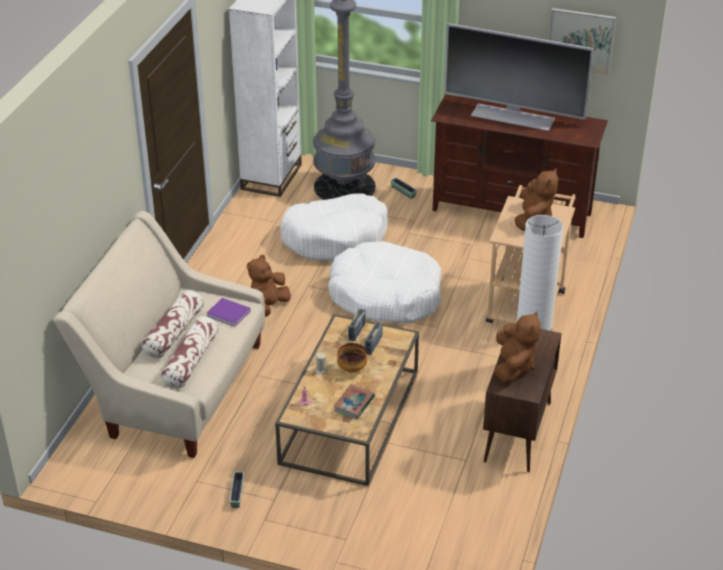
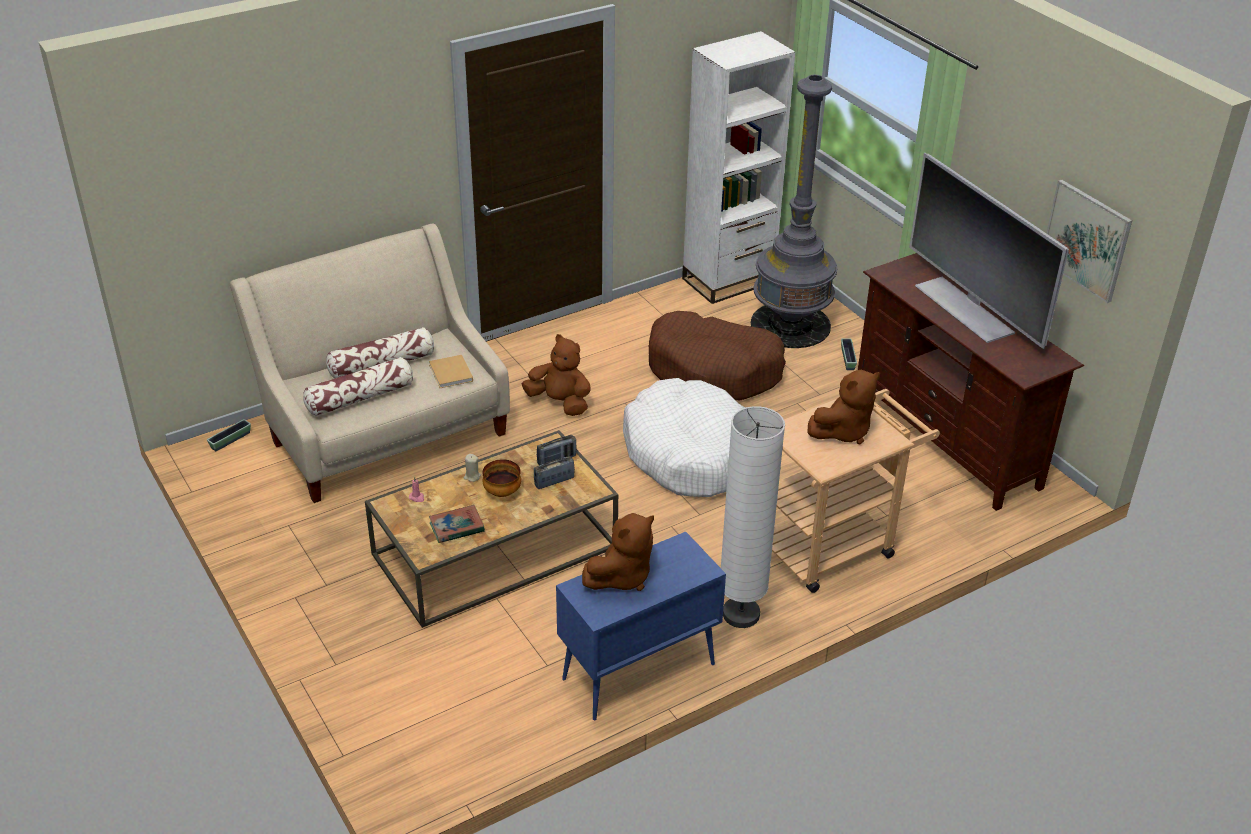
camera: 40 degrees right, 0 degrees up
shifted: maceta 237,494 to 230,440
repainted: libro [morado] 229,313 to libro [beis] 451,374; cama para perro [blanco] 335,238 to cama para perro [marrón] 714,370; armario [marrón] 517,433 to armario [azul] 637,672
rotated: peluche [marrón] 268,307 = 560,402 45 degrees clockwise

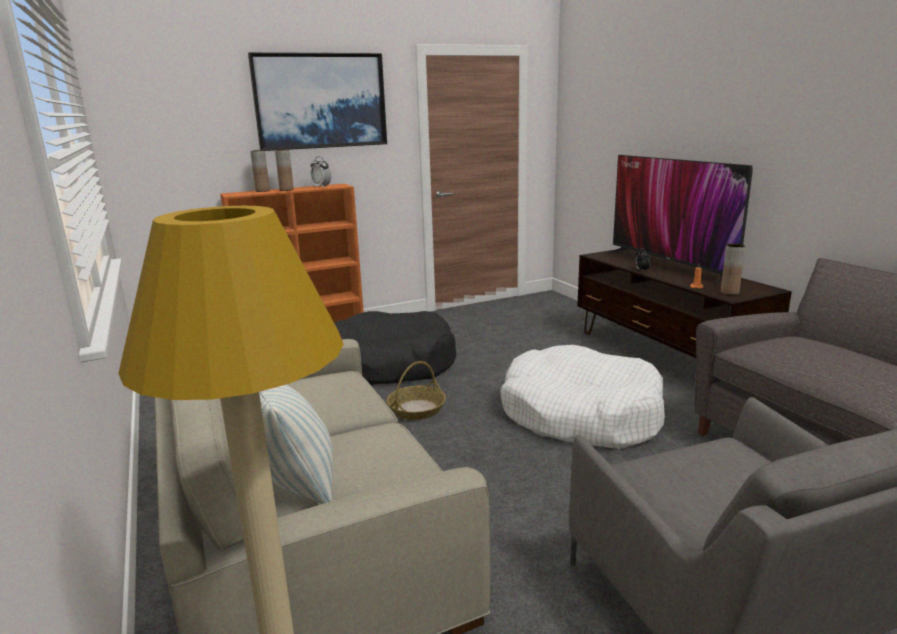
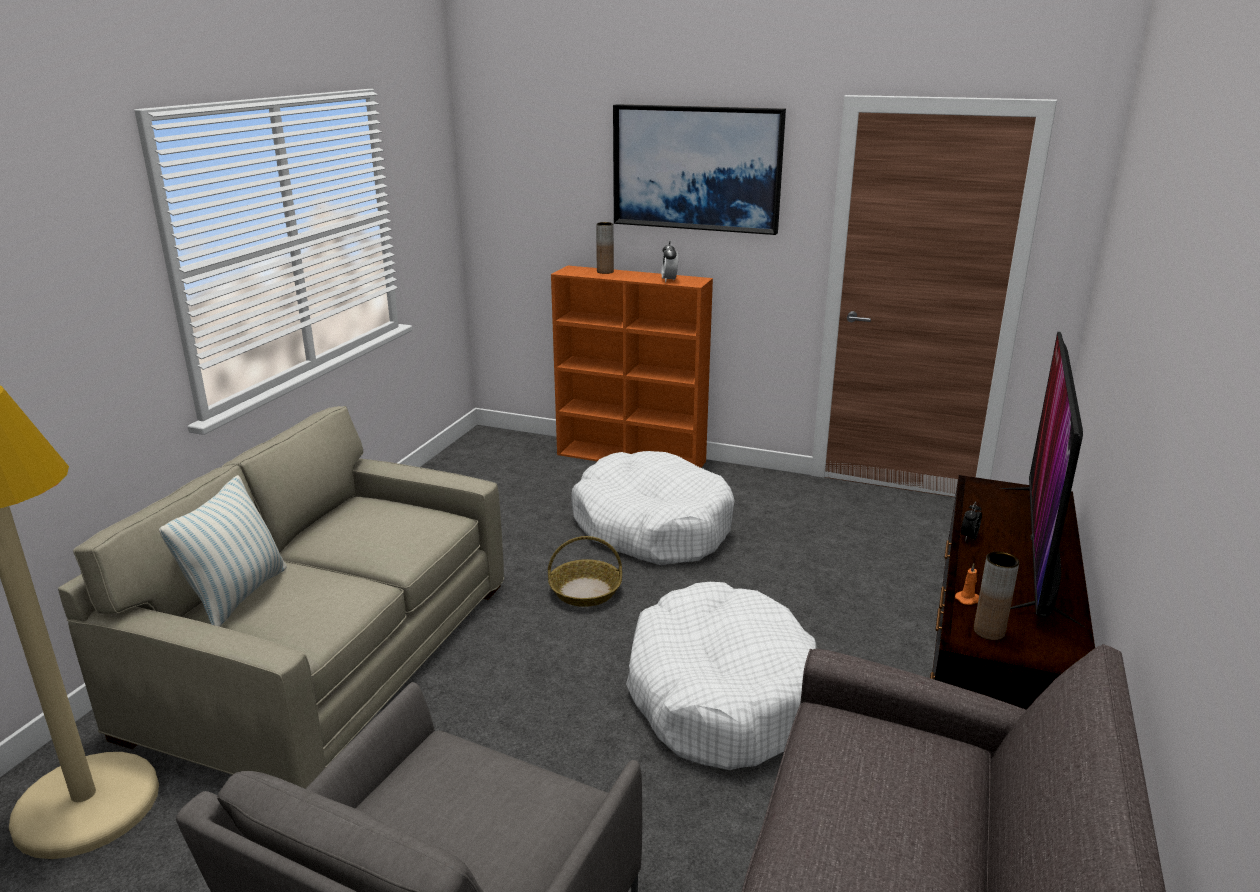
camera: 45 degrees right, 5 degrees up
gone: florero [marrón] 286,190
repainted: cama para perro [negro] 390,364 to cama para perro [blanco] 652,527

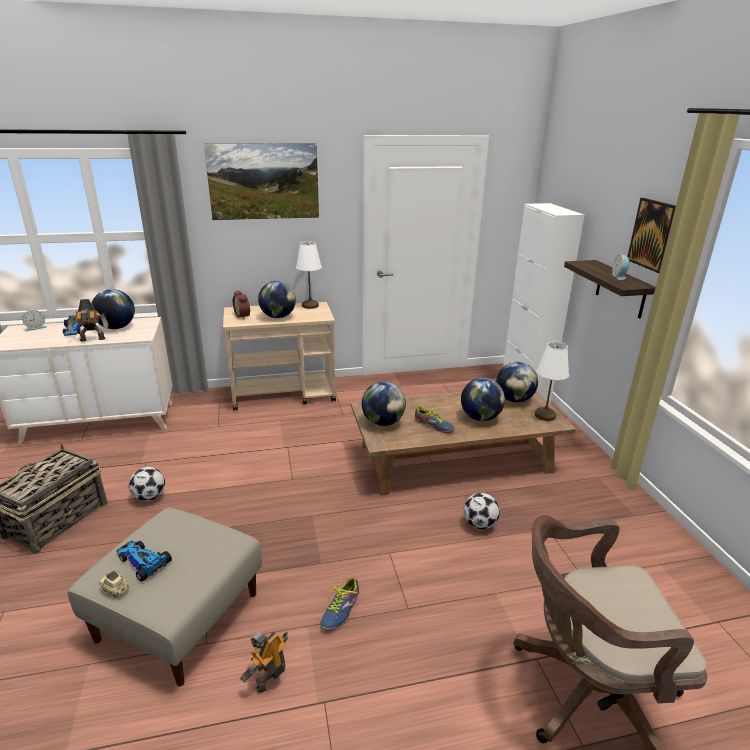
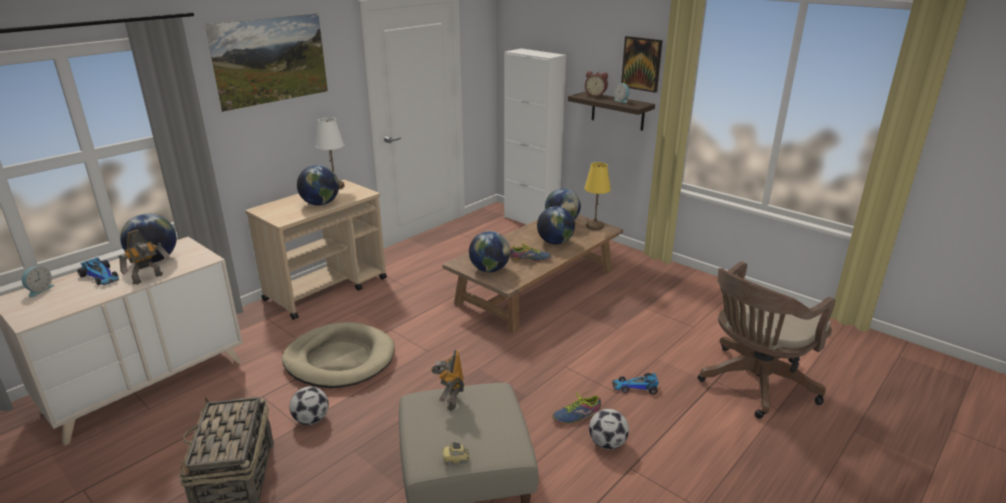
camera: 35 degrees left, 0 degrees up
new: cama para perro [beis] 340,359
shifted: coche de juguete 142,562 to 636,387; despertador 243,316 to 596,95; robot de juguete 269,677 to 450,400; balón de fútbol 479,524 to 607,443
repainted: lámpara de mesa [blanco] 544,415 to lámpara de mesa [amarillo] 594,226
rotated: zapato 341,610 = 577,415 75 degrees clockwise

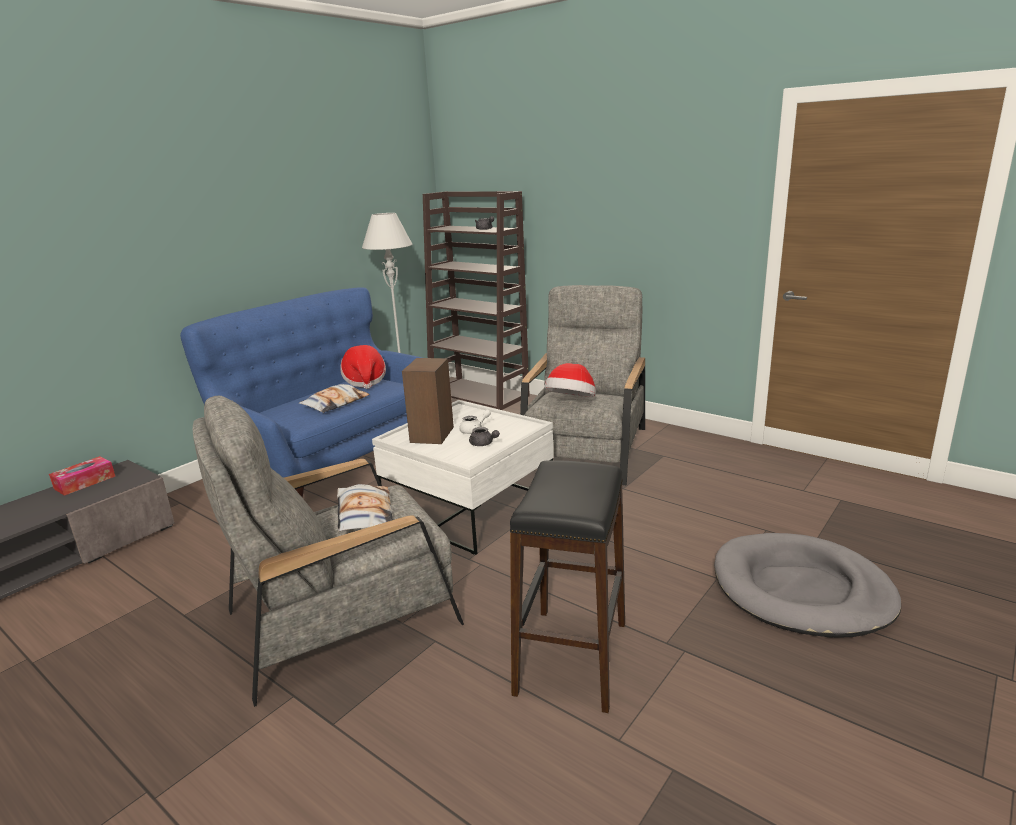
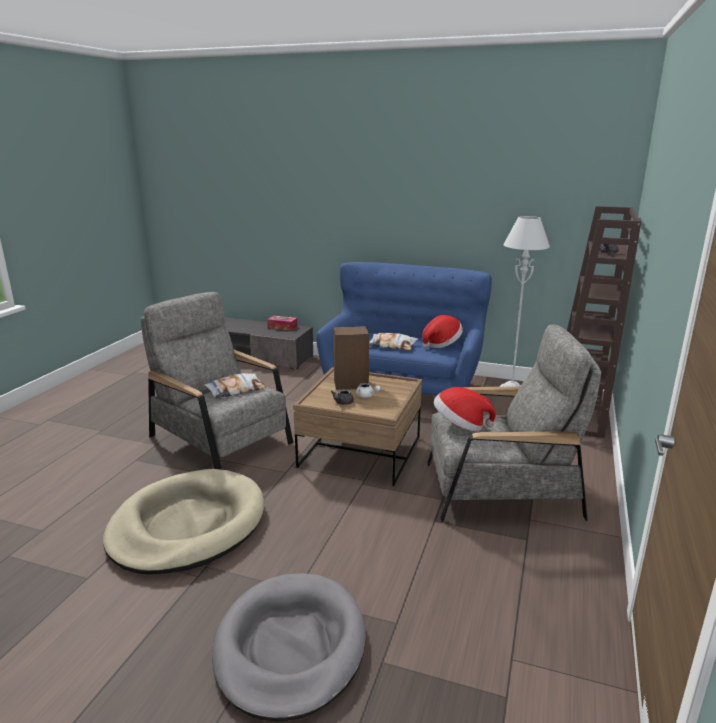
camera: 70 degrees right, 0 degrees up
swapped: taburete [negro] 572,658 to cama para perro [beis] 187,526
repainted: mesa de centro [blanco] 469,507 to mesa de centro [marrón] 360,452

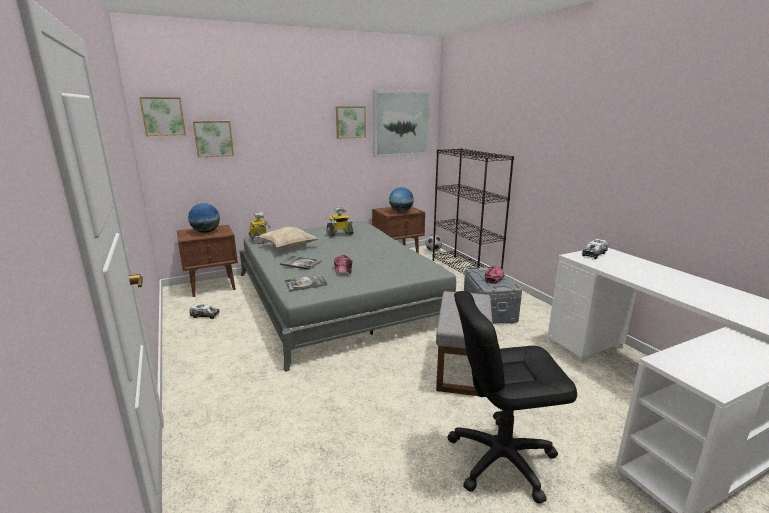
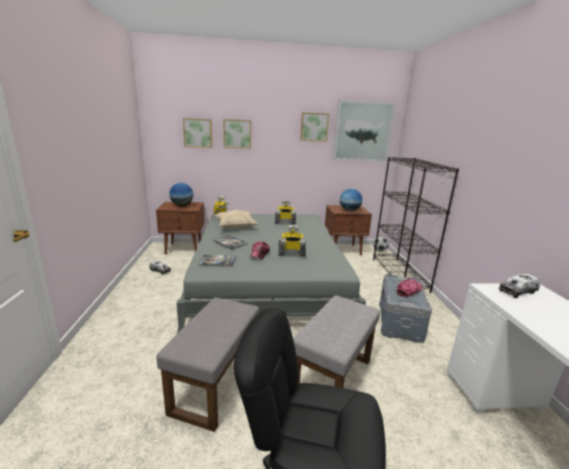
camera: 20 degrees right, 0 degrees up
new: puf [gris] 216,385; robot de juguete 291,253
shifted: cuadro 163,116 to 237,134

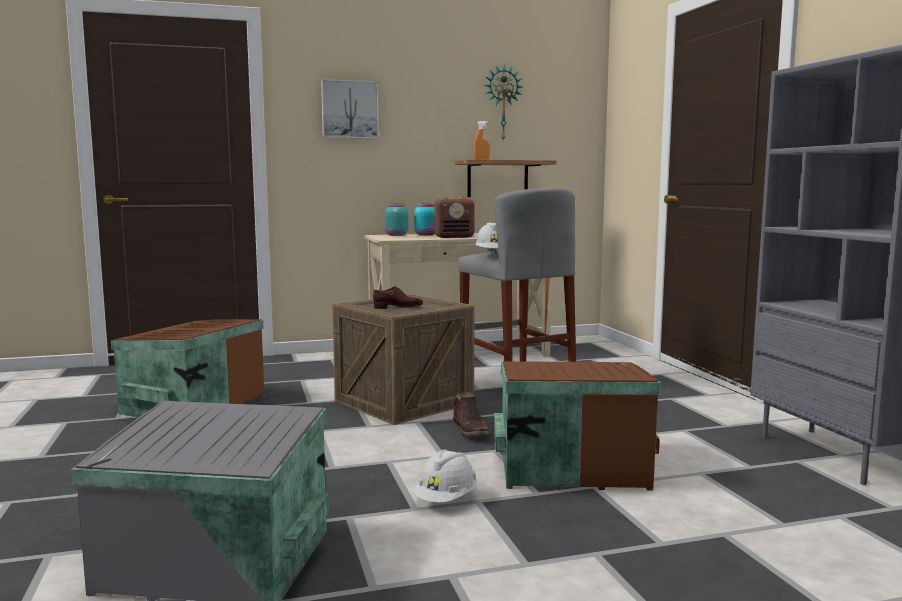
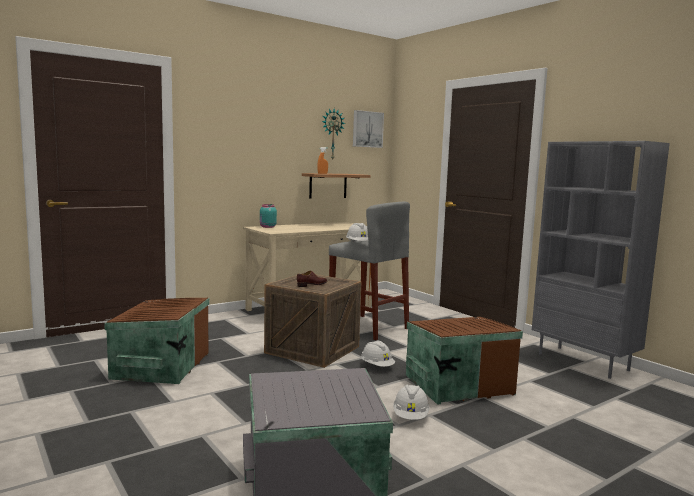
camera: 20 degrees left, 0 degrees up
gone: tarro [turquesa] 426,234; radio 454,237
shifted: cuadro 349,109 to 367,129
swapped: bota [marrón] 471,430 to casco [blanco] 377,366

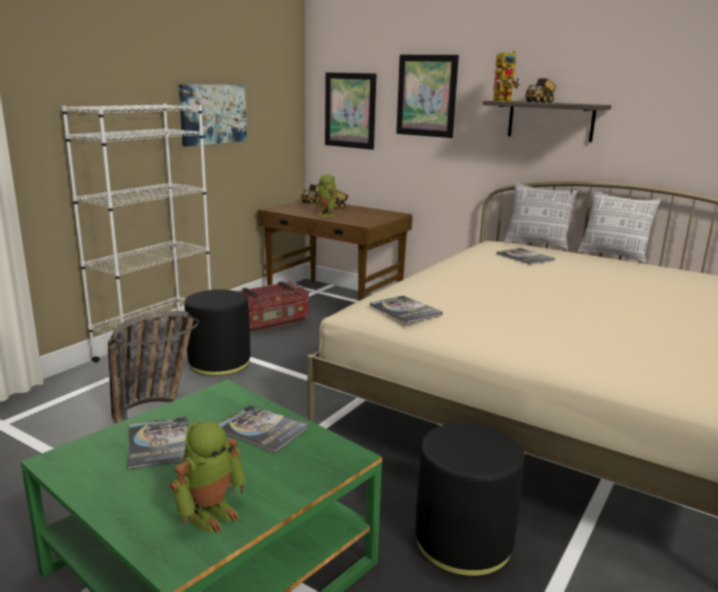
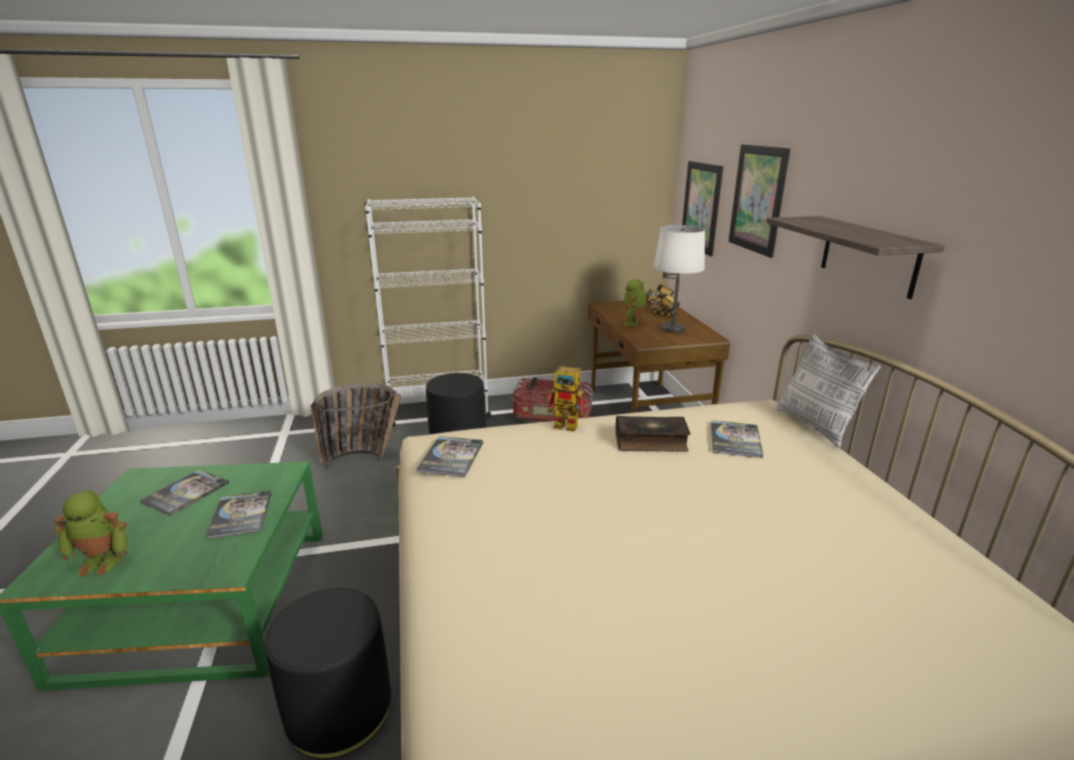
camera: 45 degrees right, 5 degrees up
gone: cuadro 213,114; camión de juguete 540,102; cojín 613,256
new: libro 650,442; lámpara de mesa [blanco] 673,329
shifted: robot de juguete 504,100 to 572,426

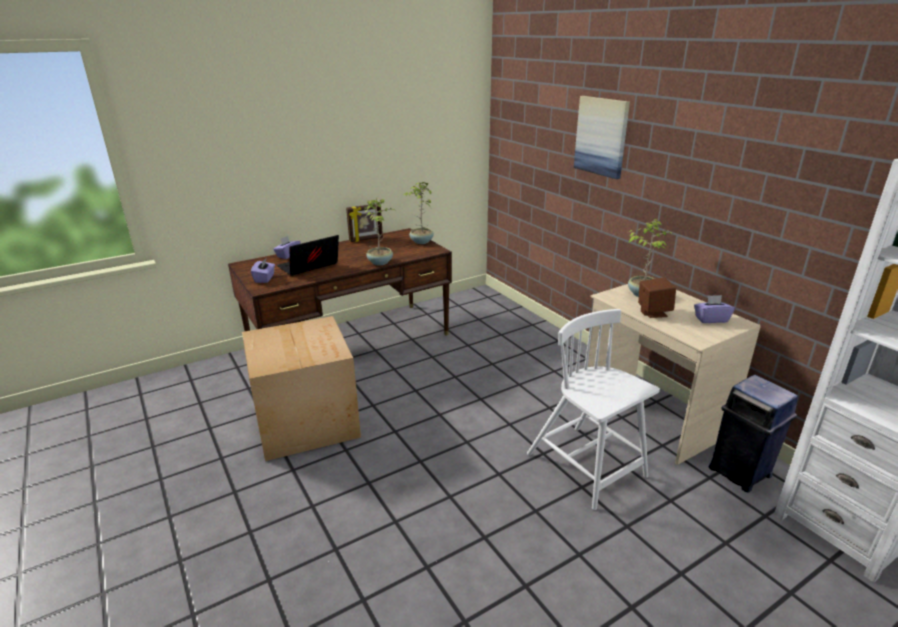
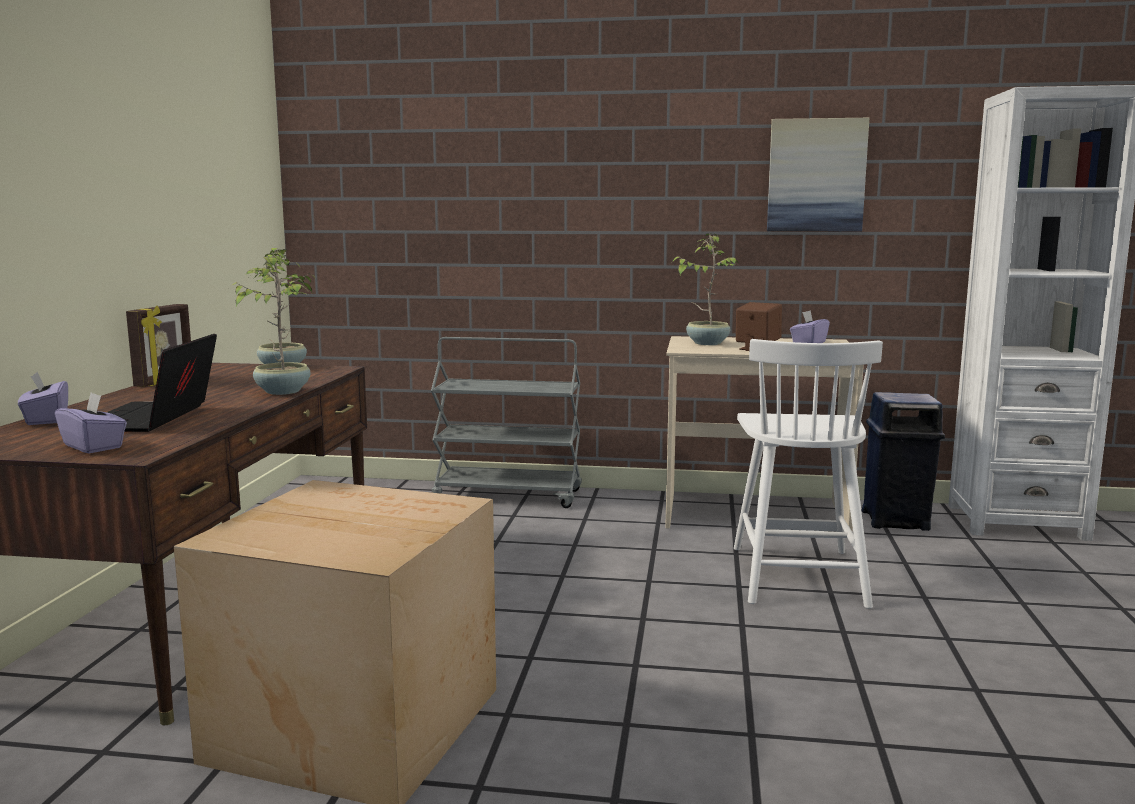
camera: 50 degrees left, 15 degrees down
new: carrito [gris] 508,496
shifted: cuadro 601,136 to 816,175
rotated: silla [blanco] 587,466 = 797,575 90 degrees counterclockwise

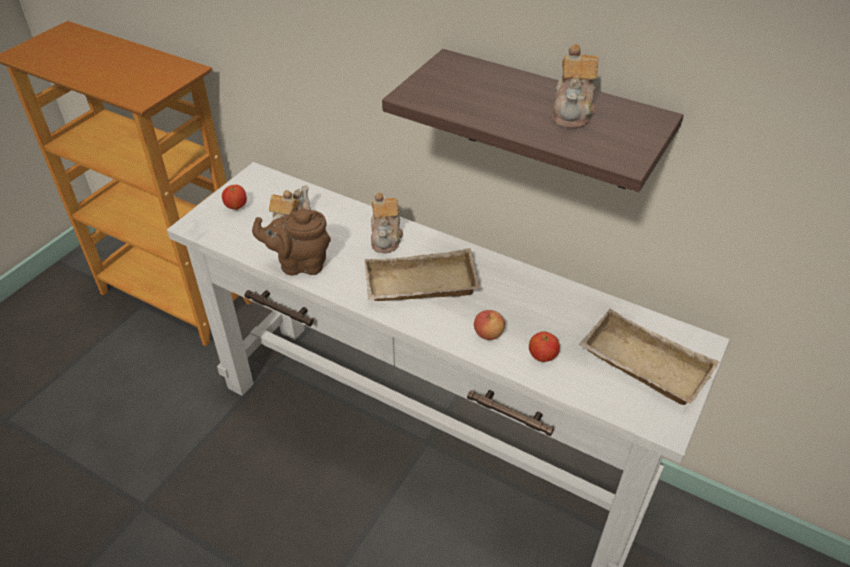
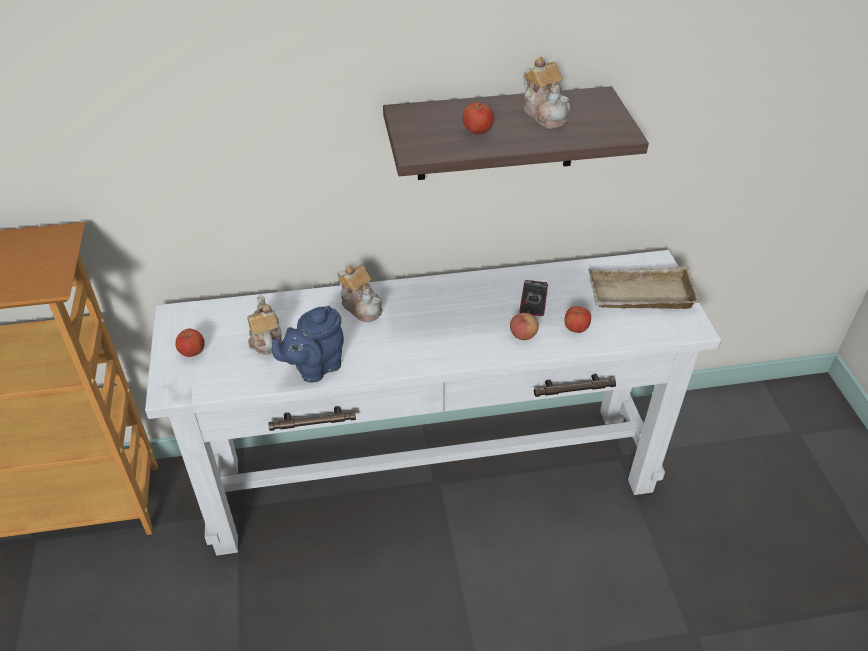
camera: 40 degrees left, 0 degrees up
gone: bandeja [beis] 419,286
new: manzana 477,132; móvil 533,298
repainted: tetera [marrón] 300,264 to tetera [azul] 315,367

